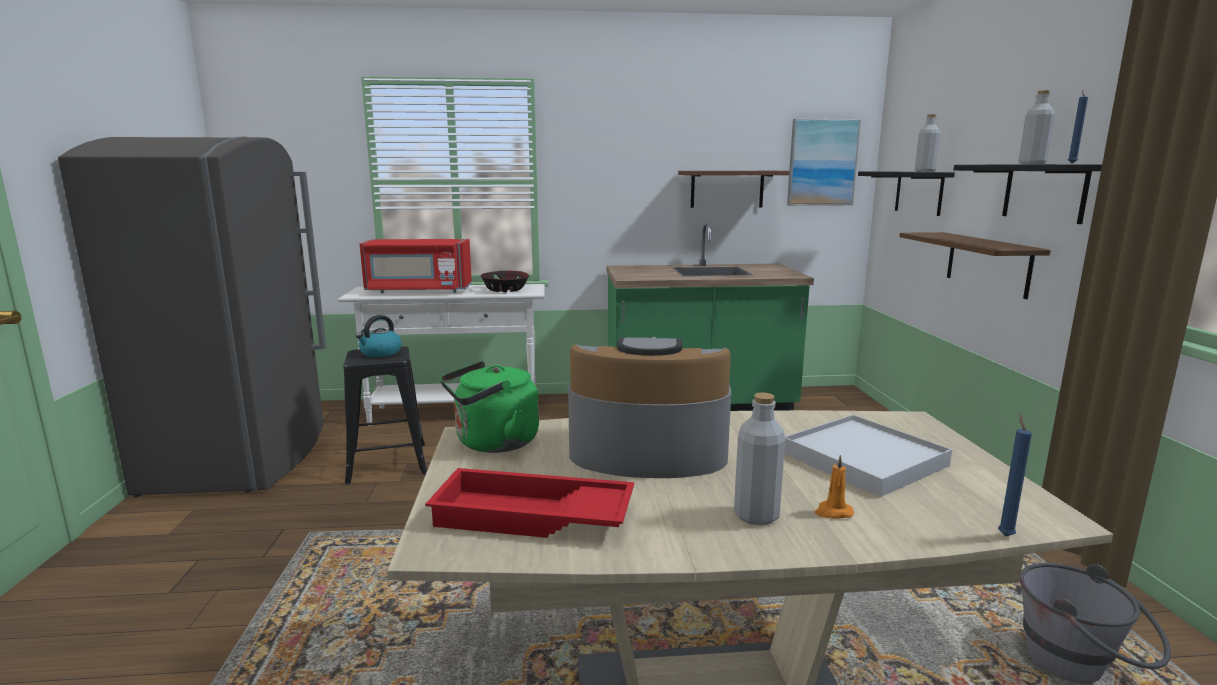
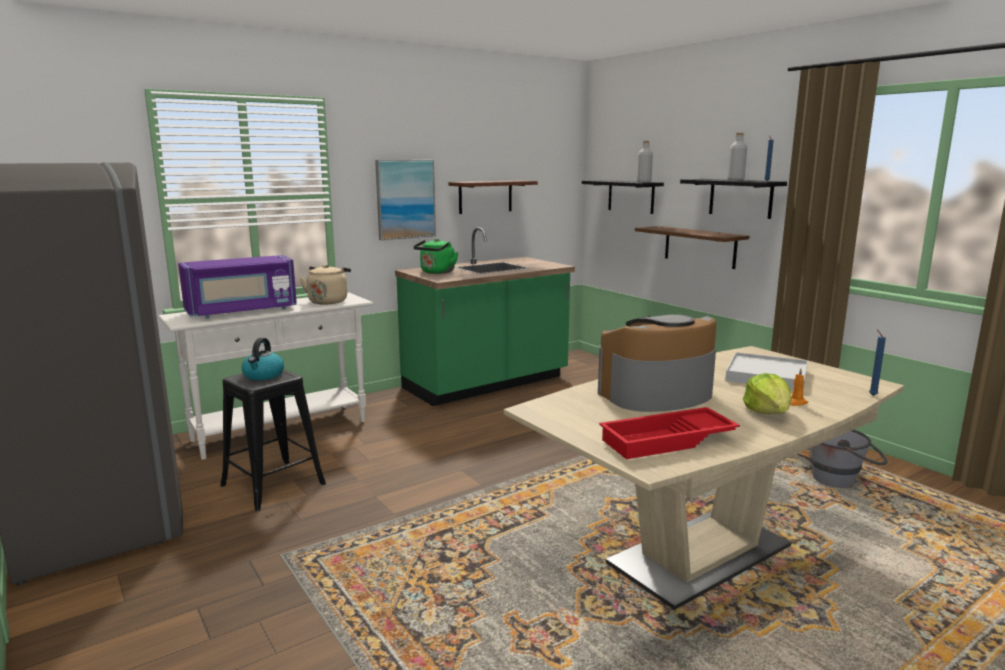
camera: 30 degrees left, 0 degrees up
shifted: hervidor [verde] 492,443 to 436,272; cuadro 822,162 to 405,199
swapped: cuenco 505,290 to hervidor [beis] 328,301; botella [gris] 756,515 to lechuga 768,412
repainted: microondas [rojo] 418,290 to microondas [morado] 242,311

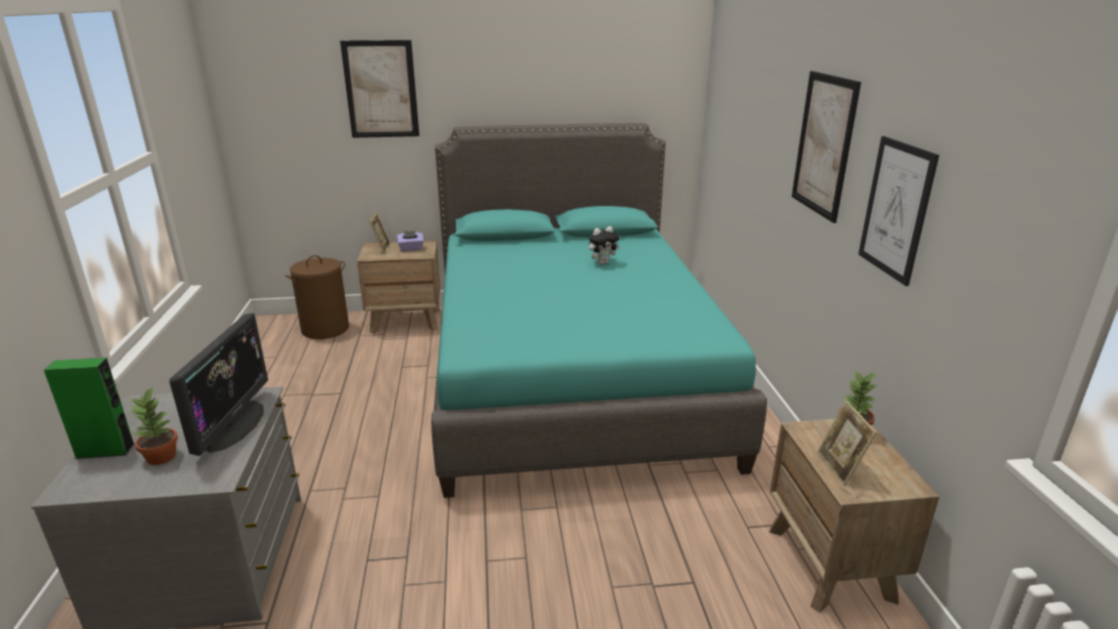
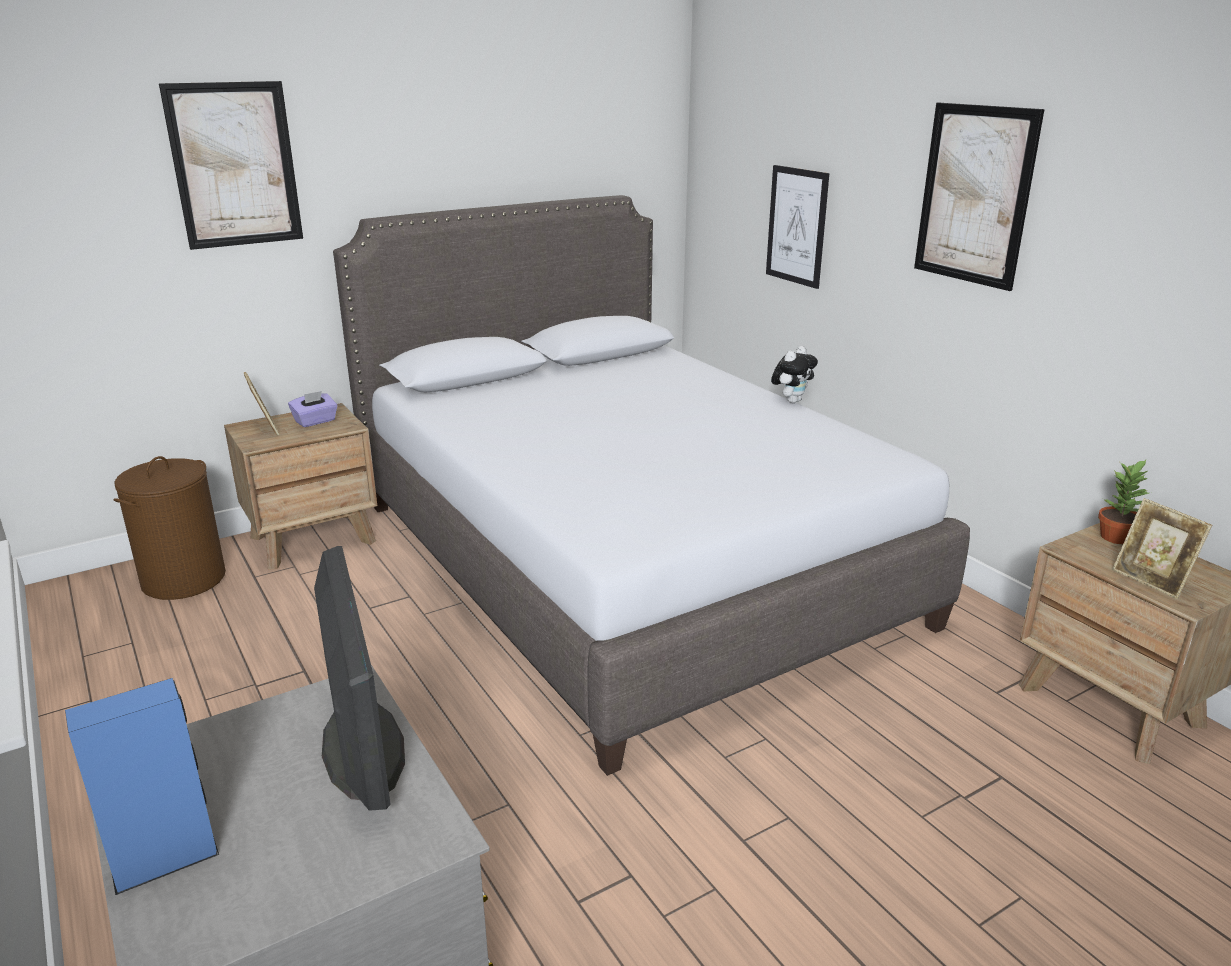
camera: 25 degrees left, 0 degrees up
gone: planta en maceta 162,457
shifted: peluche 603,263 to 792,401; cuadro 896,209 to 796,226
repainted: altavoz [verde] 105,451 to altavoz [azul] 165,861; cama [turquesa] 570,374 to cama [gris] 624,562

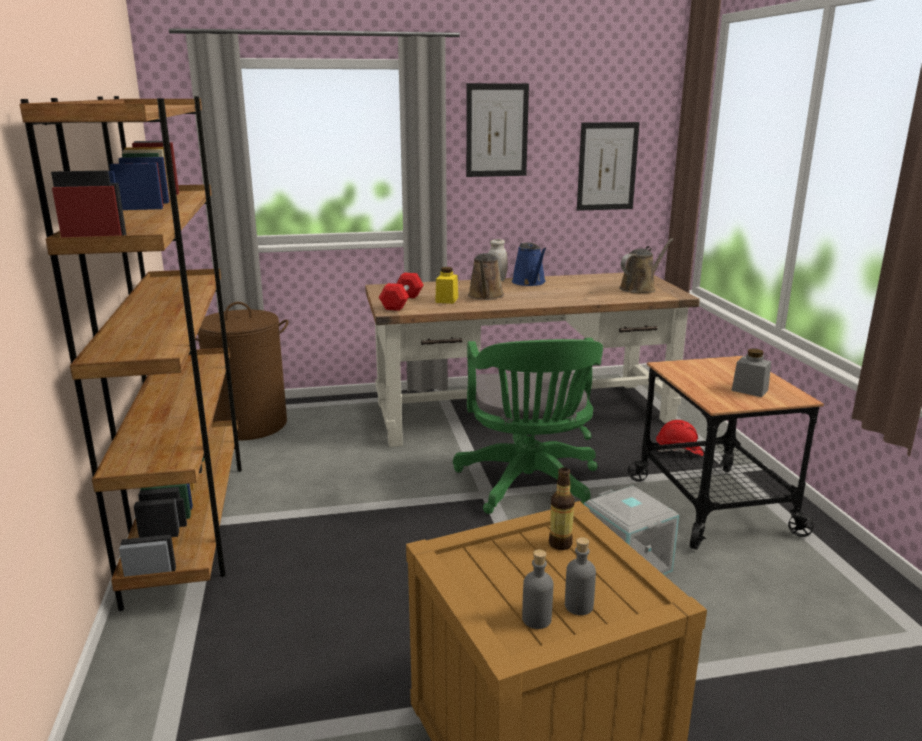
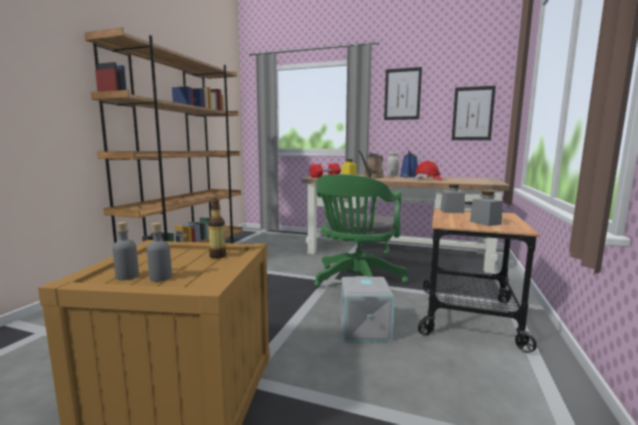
camera: 30 degrees right, 10 degrees down
gone: cesto de la ropa [marrón] 249,425; regadera [marrón] 640,288
new: tarro [gris] 452,211
shifted: casco [rojo] 679,450 to 428,179

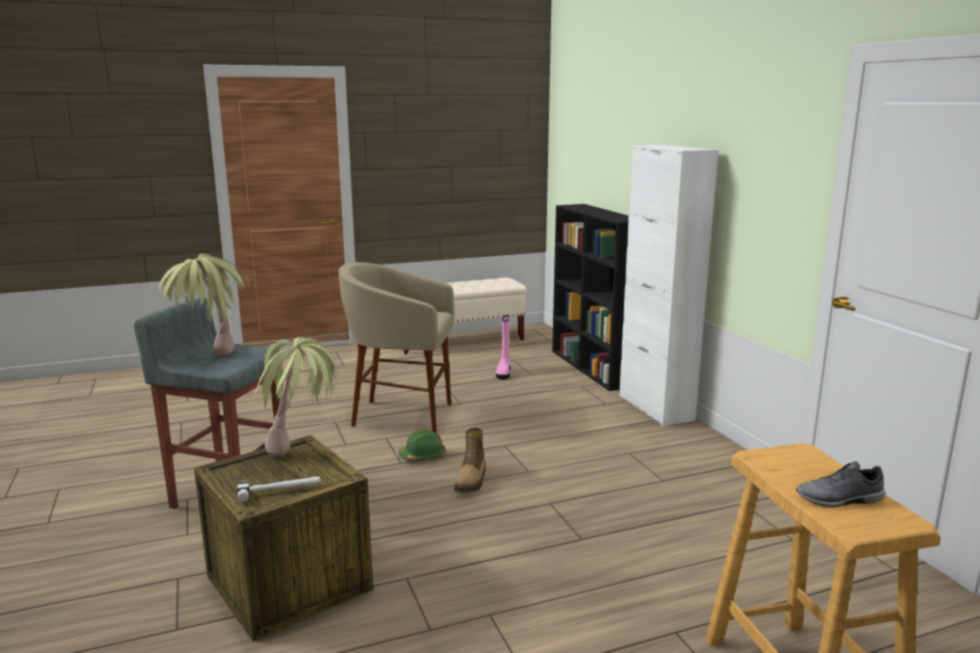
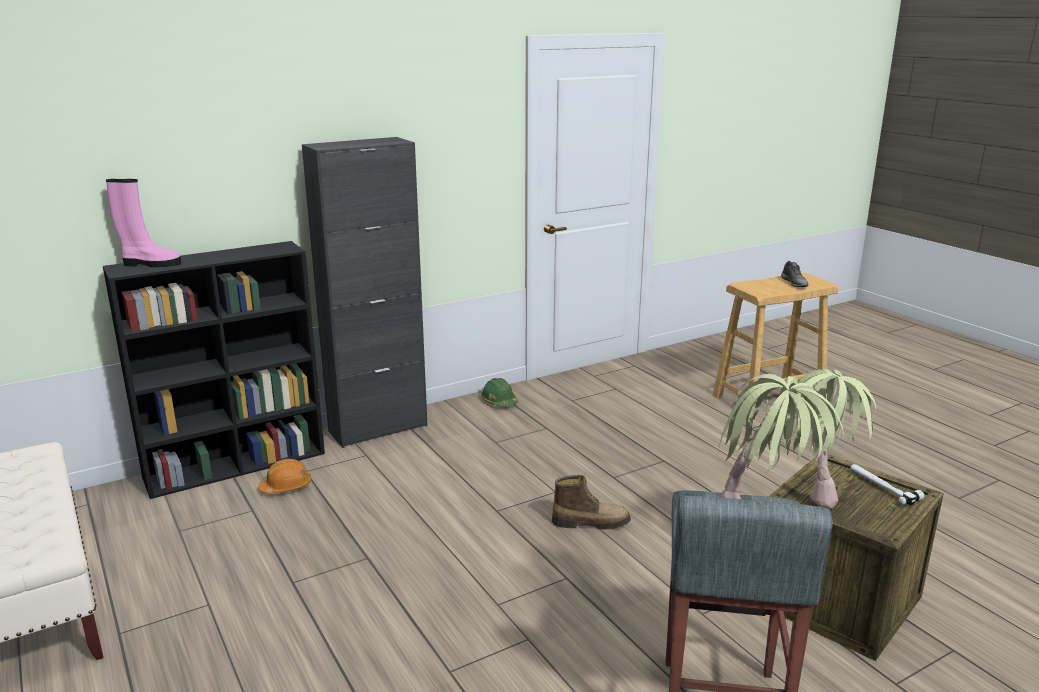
camera: 100 degrees left, 5 degrees up
gone: taburete [beis] 401,416
new: casco [naranja] 286,487
shifted: casco [verde] 422,455 to 499,401; bota [rosa] 504,372 to 150,264
repainted: armario [blanco] 655,408 to armario [negro] 378,428

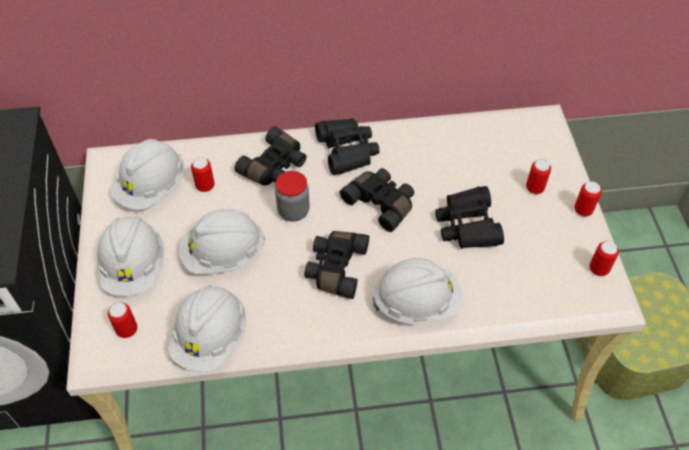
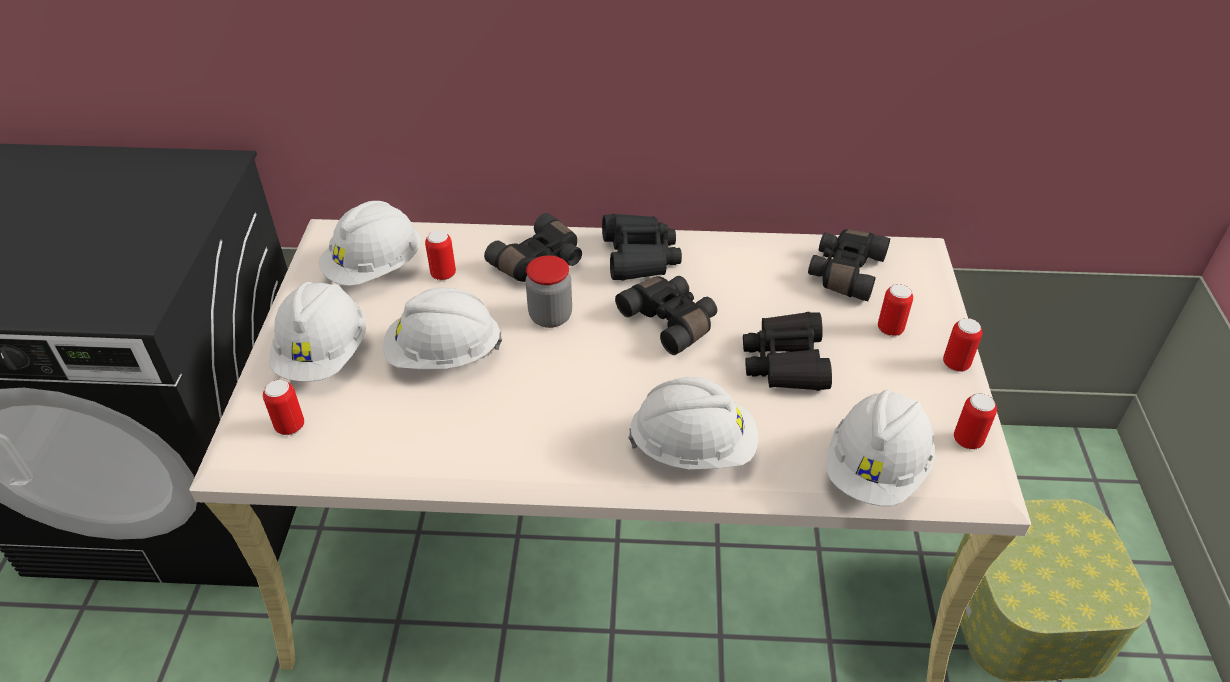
camera: 10 degrees right, 10 degrees down
shifted: casco [blanco] 211,338 to 876,469; prismáticos [negro] 335,268 to 844,272

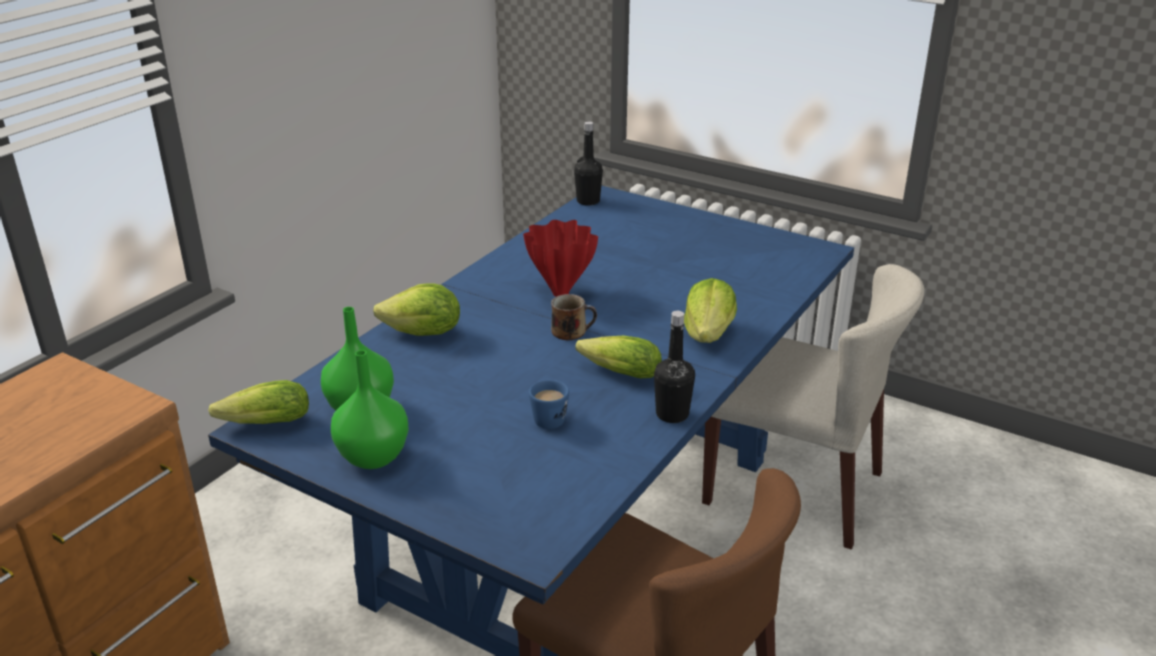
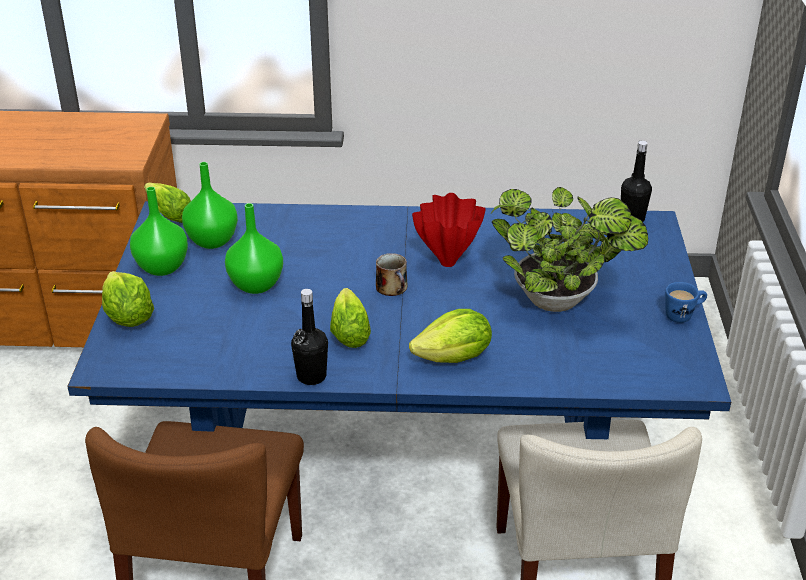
camera: 60 degrees right, 5 degrees up
new: florero [verde] 256,284; planta en maceta 560,301
shifted: lechuga 423,334 to 128,318; taza grande [azul] 551,417 to 683,315

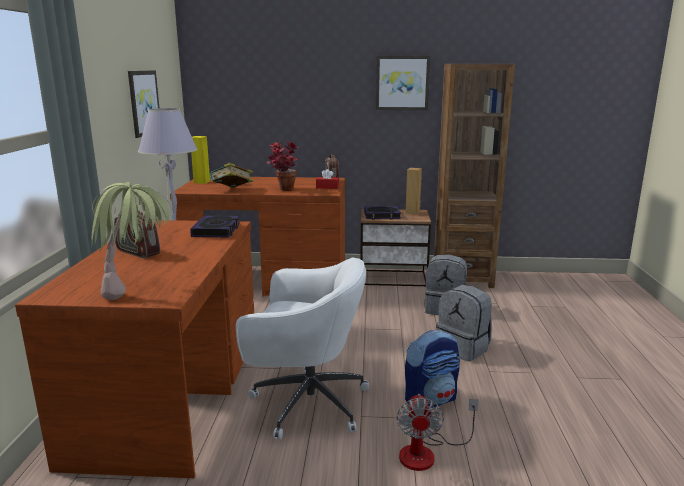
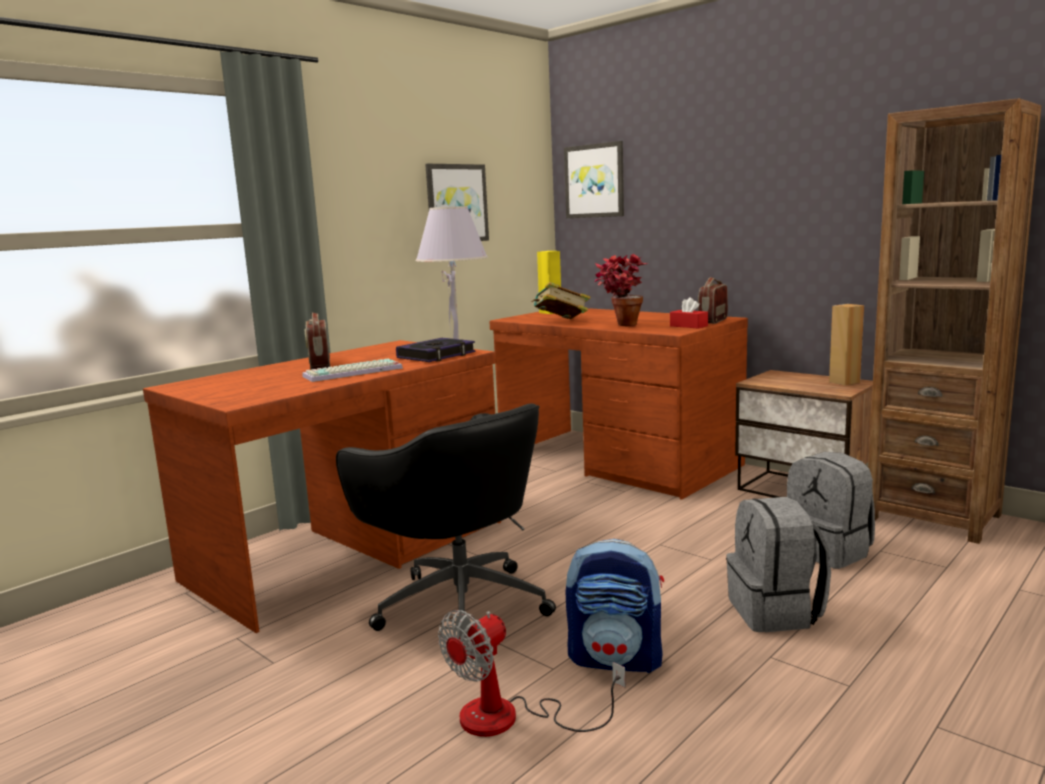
camera: 40 degrees right, 5 degrees down
gone: planta en maceta 138,290; libro 382,215
new: teclado 352,373
shifted: cuadro 402,83 to 594,181
repainted: silla de oficina [blanco] 306,403 to silla de oficina [negro] 459,604

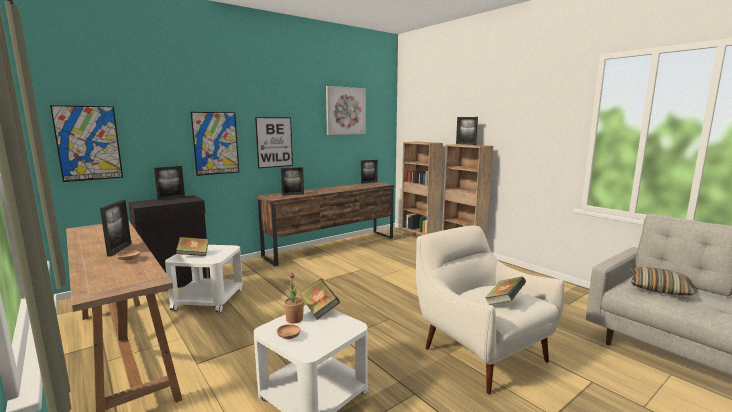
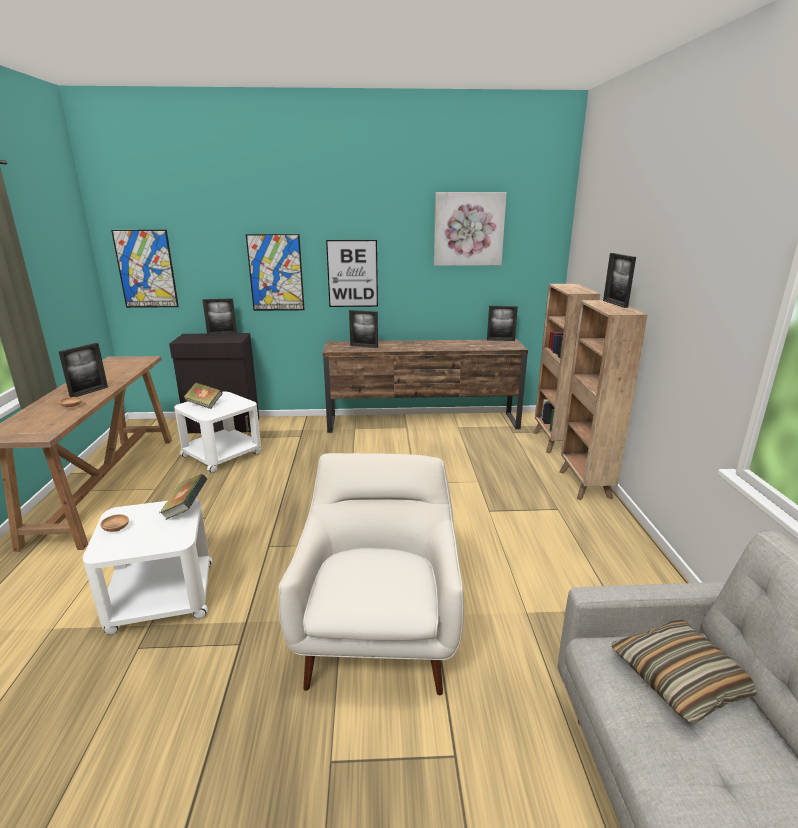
camera: 35 degrees right, 10 degrees up
gone: planta en maceta 294,319; libro 504,302

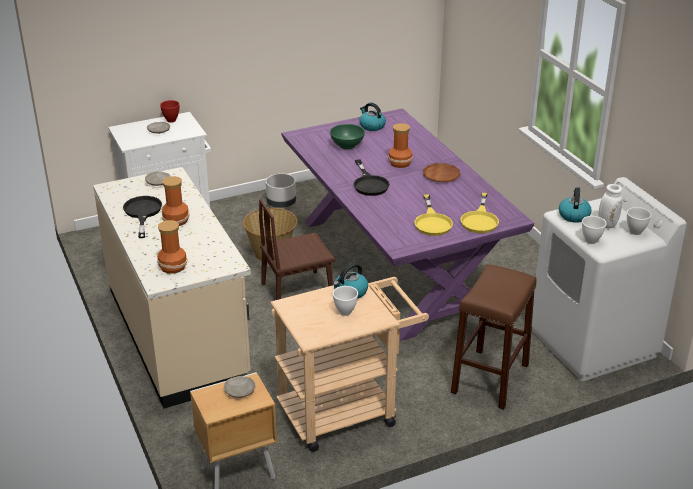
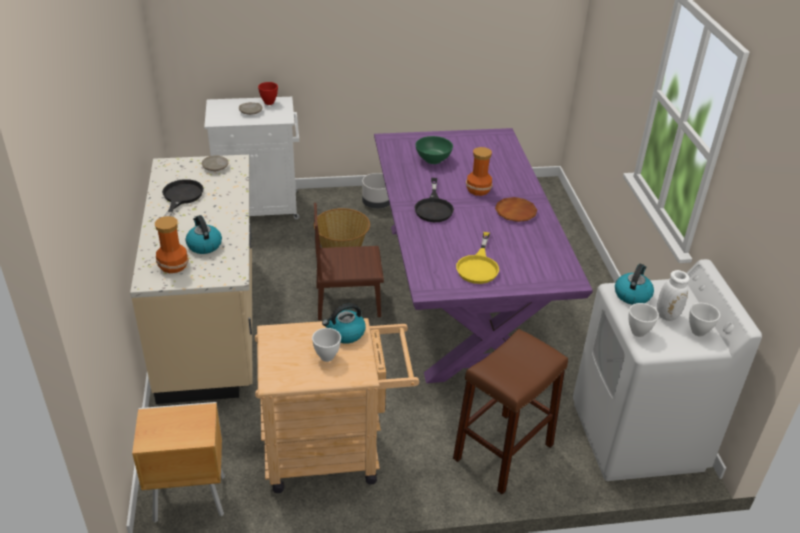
camera: 15 degrees right, 5 degrees up
gone: florero 176,220; plato [beis] 240,391; sartén [amarillo] 480,220
shifted: hervidor 372,126 to 204,245

